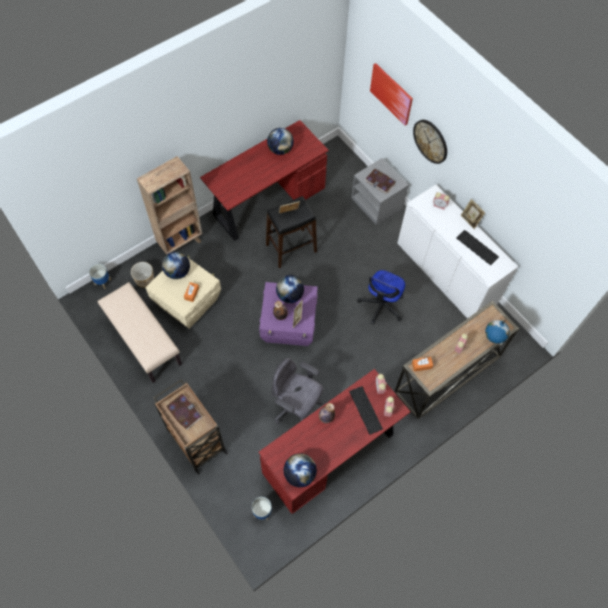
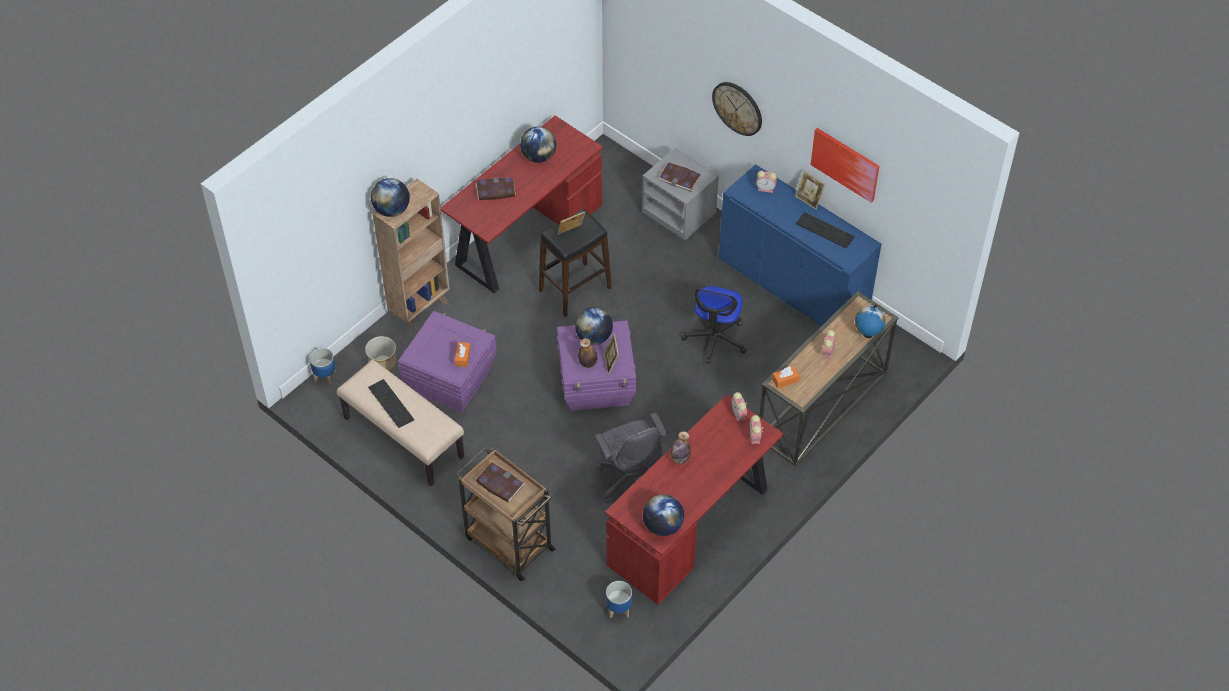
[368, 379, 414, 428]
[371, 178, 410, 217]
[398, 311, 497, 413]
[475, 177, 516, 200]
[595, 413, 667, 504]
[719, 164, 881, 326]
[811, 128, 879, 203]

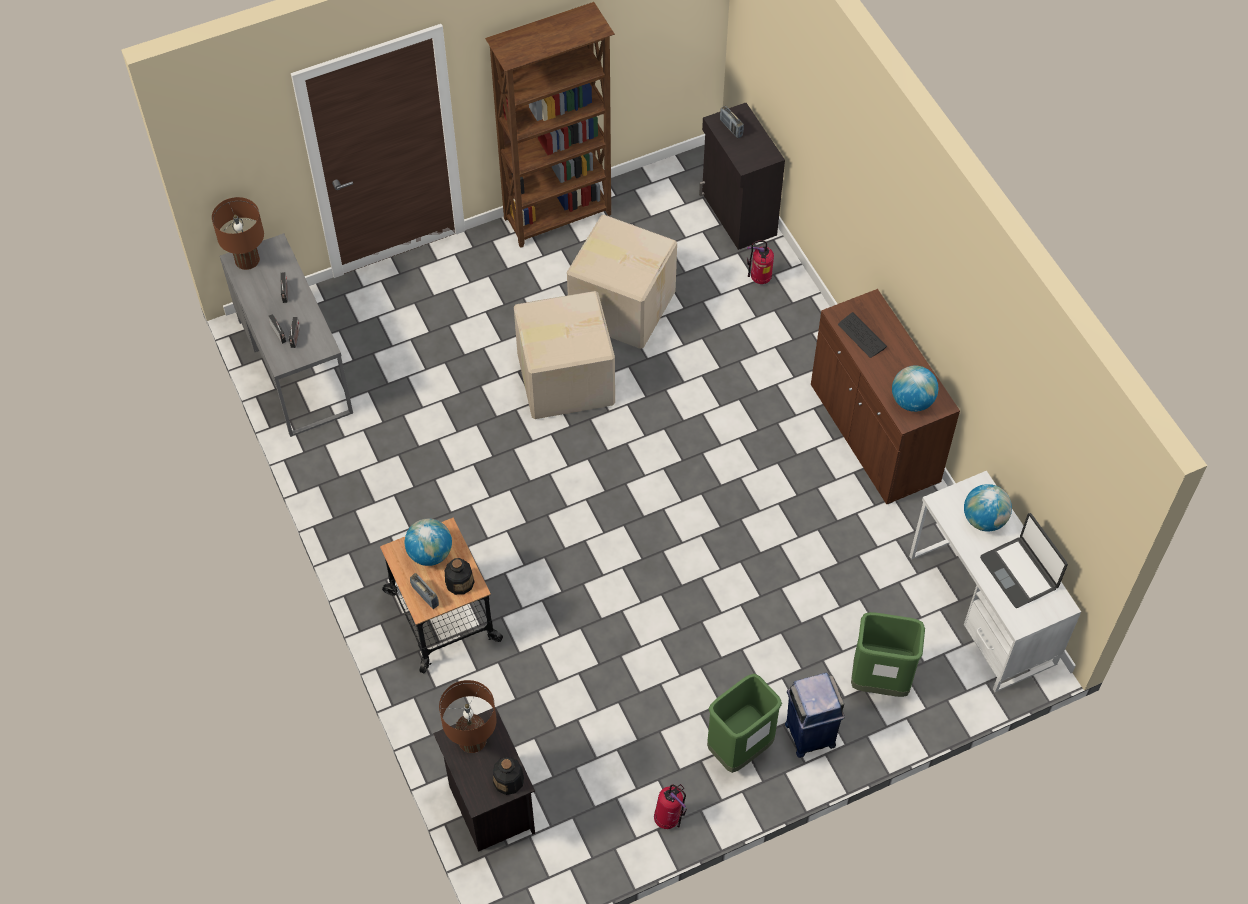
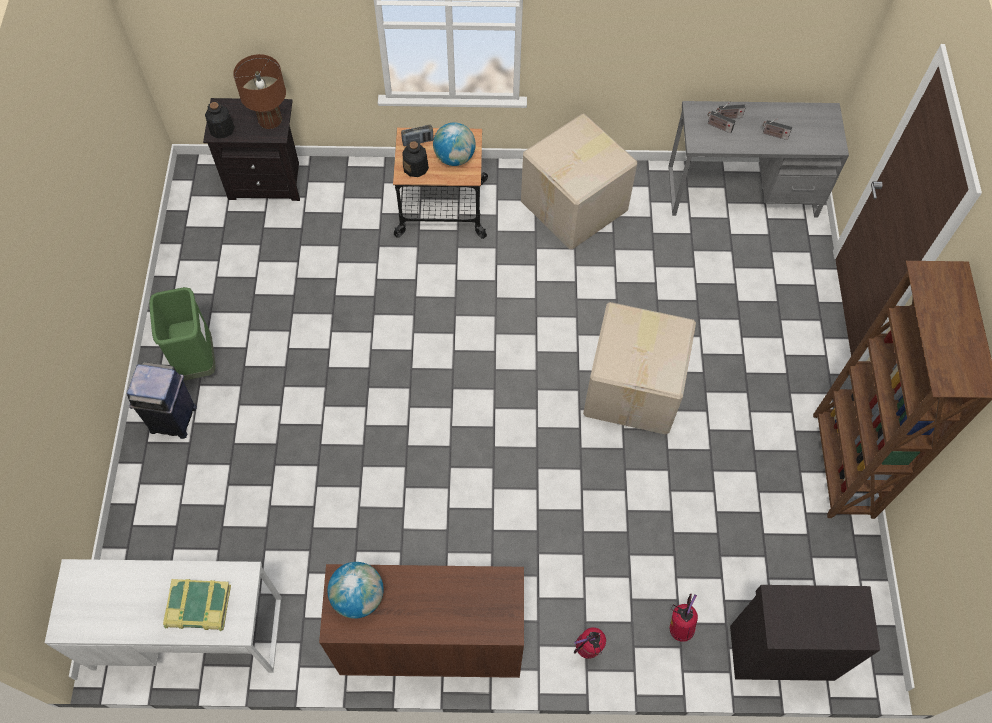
[163, 579, 231, 631]
[521, 114, 637, 249]
[574, 627, 606, 659]
[212, 197, 264, 270] (first image)
[720, 106, 744, 138] (first image)
[838, 312, 887, 358] (first image)
[851, 612, 925, 697] (first image)
[980, 513, 1068, 608] (first image)

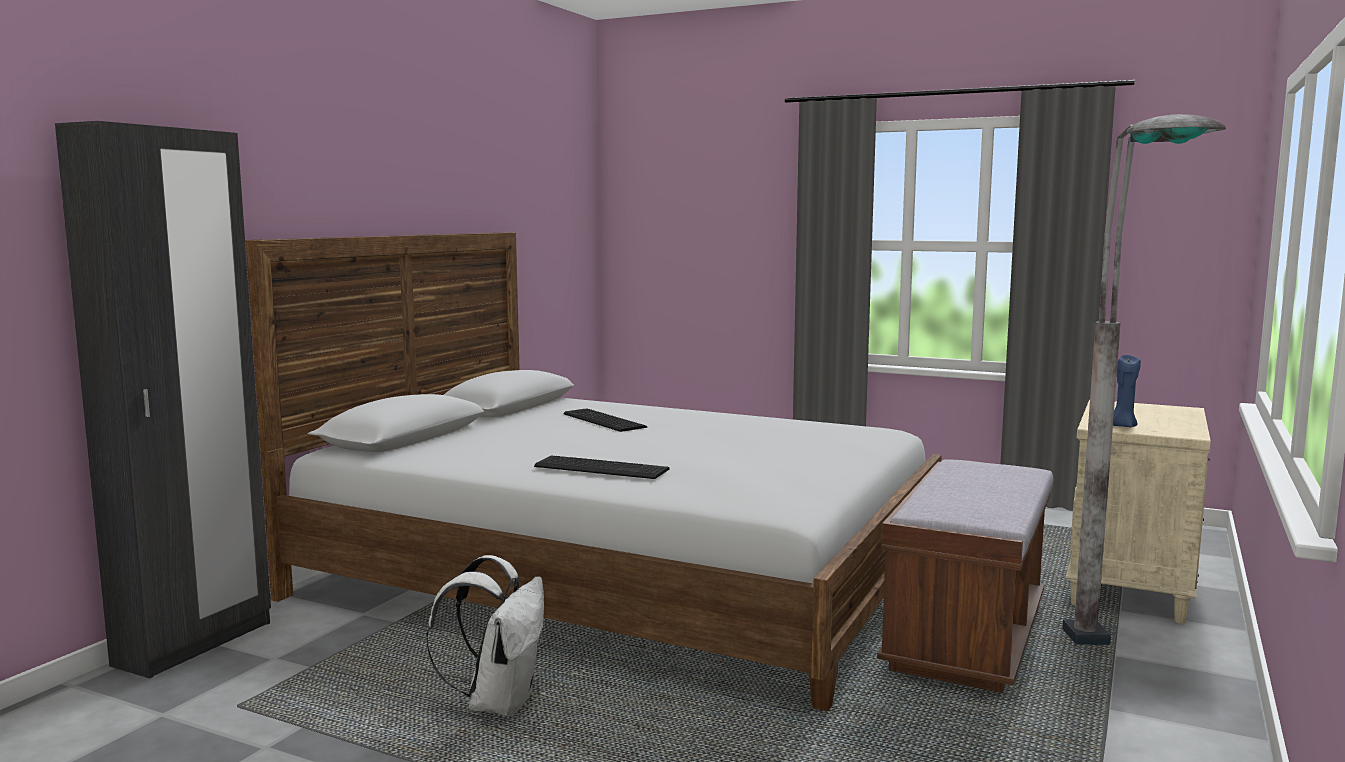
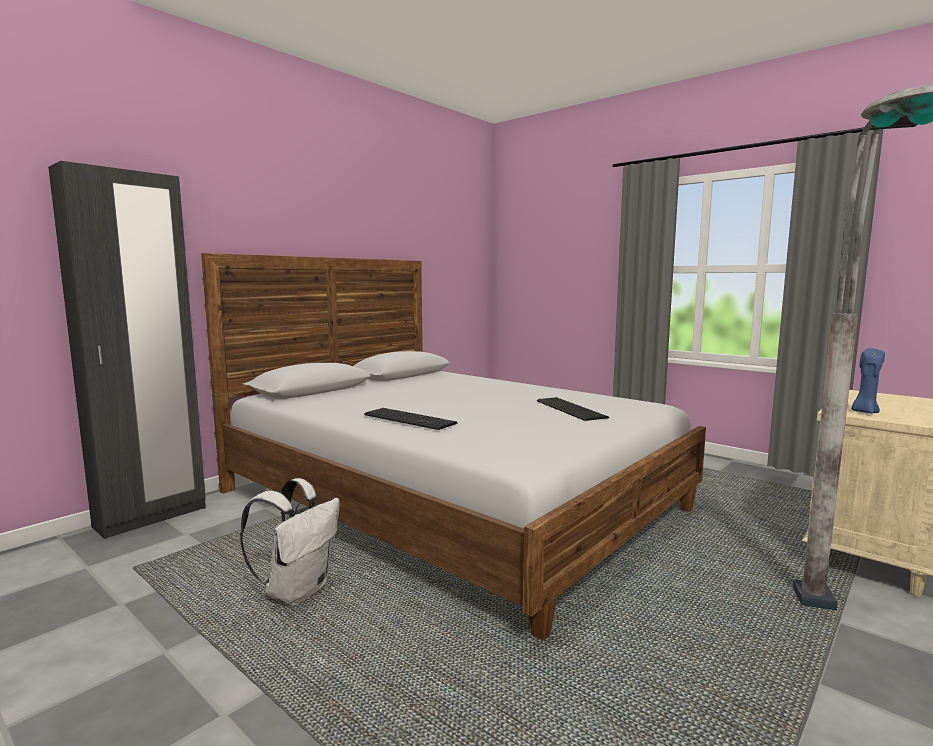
[537, 397, 609, 421]
[877, 459, 1053, 693] (first image)

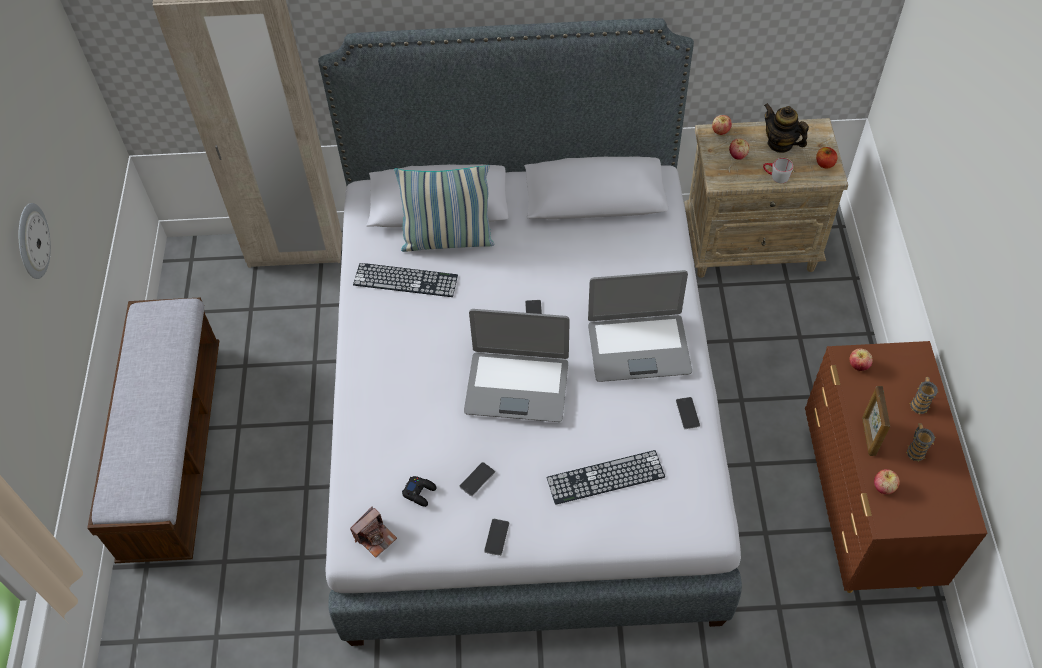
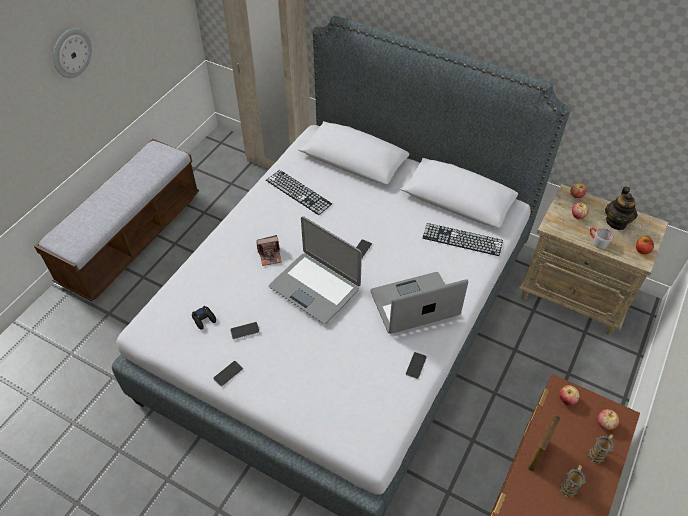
[257, 235, 282, 266]
[370, 272, 468, 334]
[422, 223, 503, 256]
[598, 409, 619, 430]
[605, 187, 638, 230]
[394, 165, 495, 252] (first image)

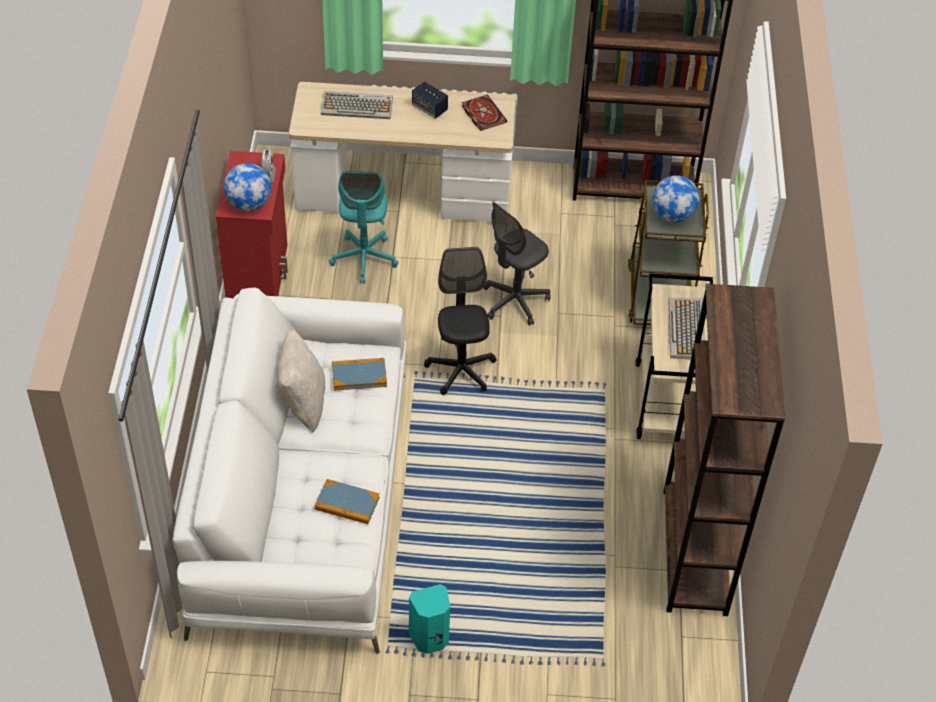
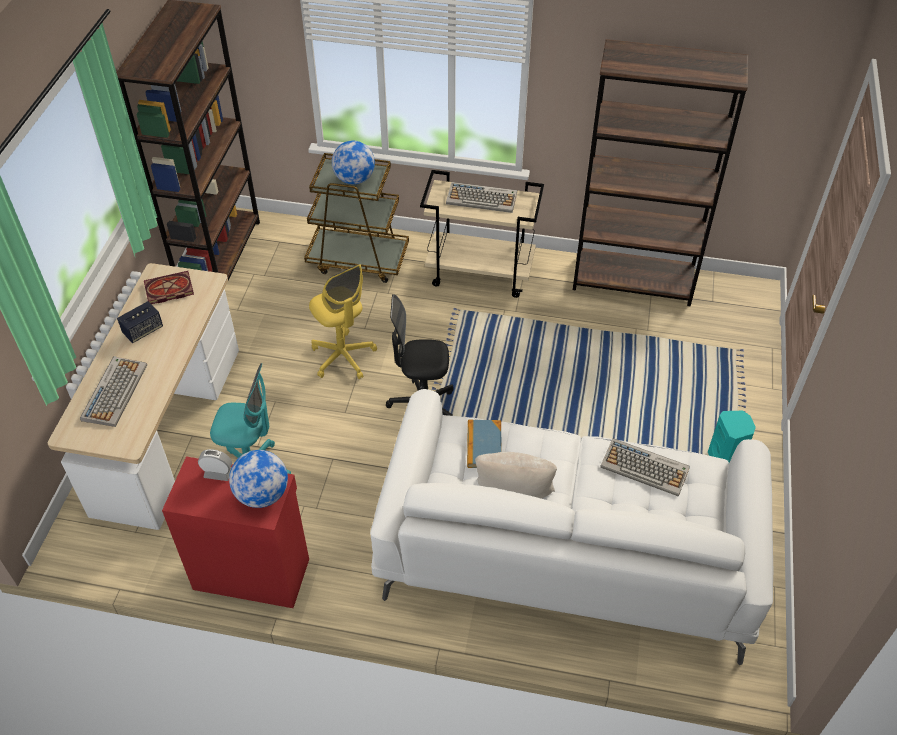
[309, 264, 377, 379]
[600, 438, 690, 497]

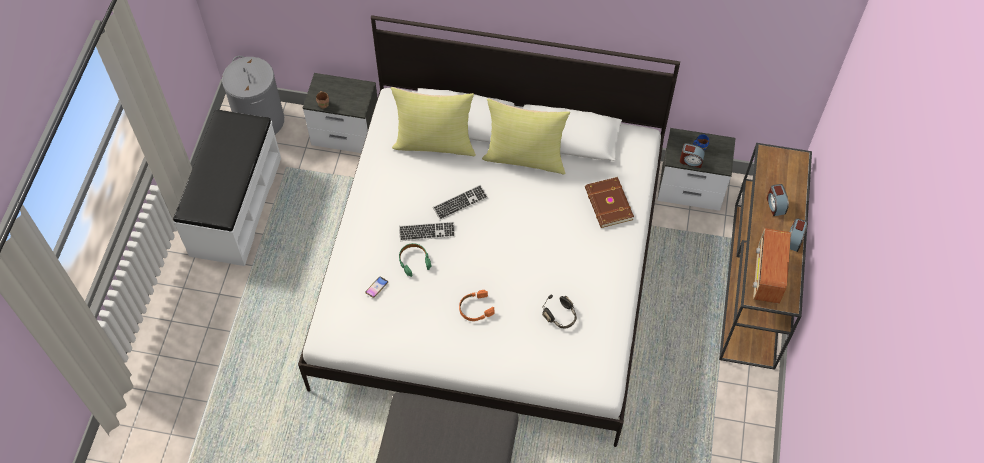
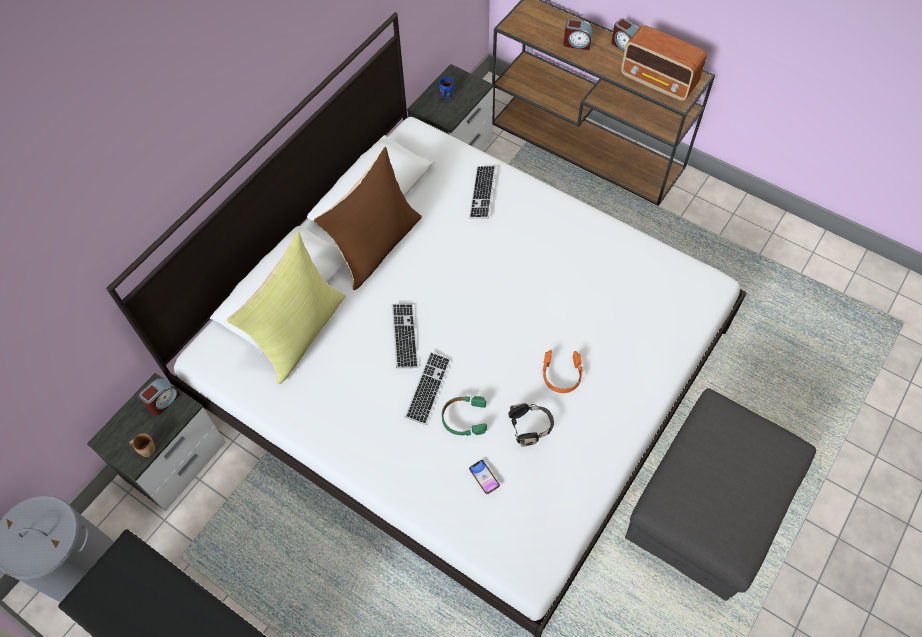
[138, 377, 181, 415]
[314, 147, 422, 290]
[469, 166, 496, 219]
[508, 403, 554, 447]

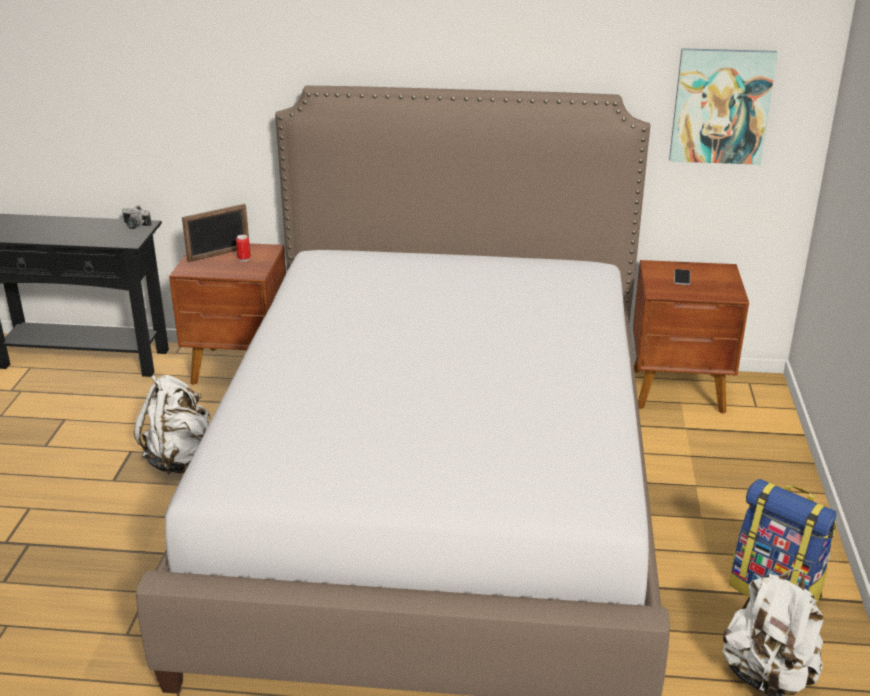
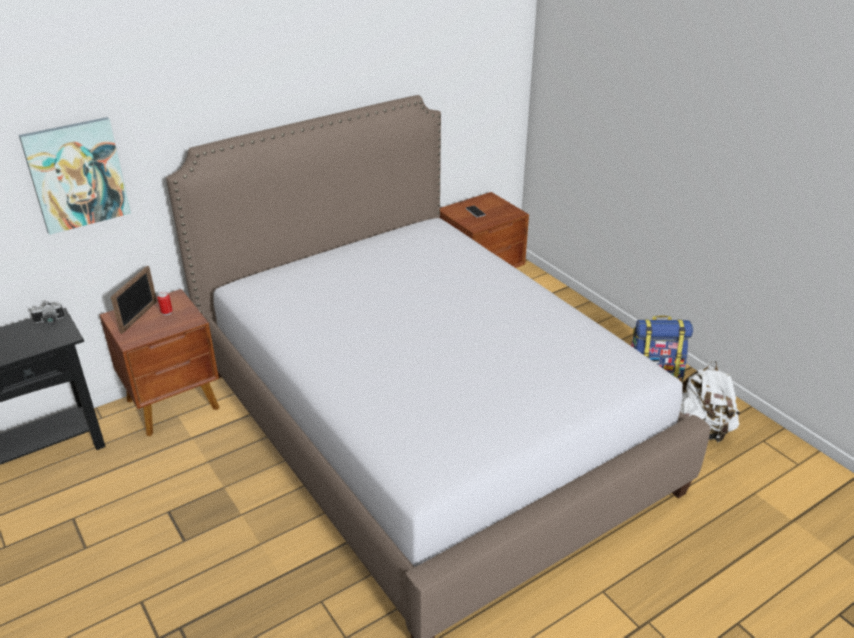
[19, 117, 131, 235]
[134, 375, 210, 474] (first image)

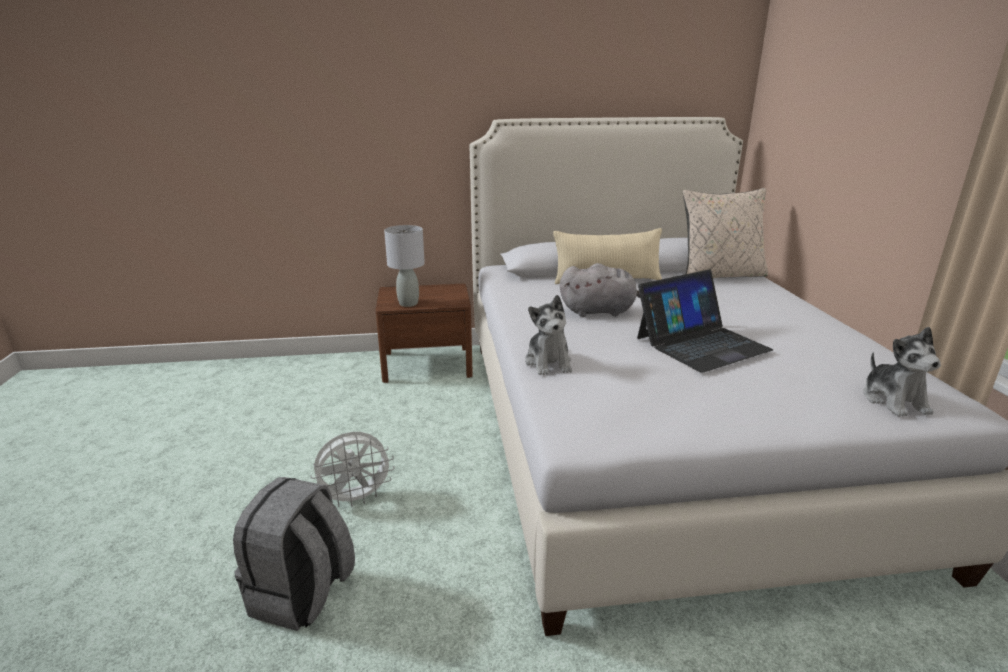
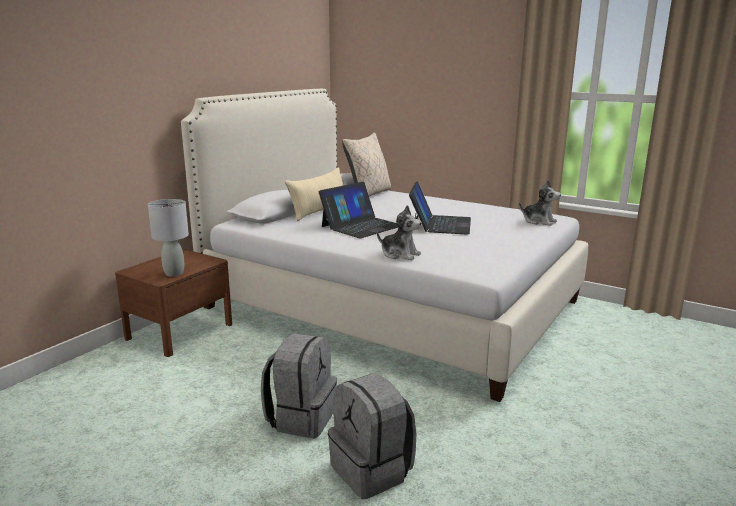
[261, 333, 337, 438]
[319, 181, 398, 238]

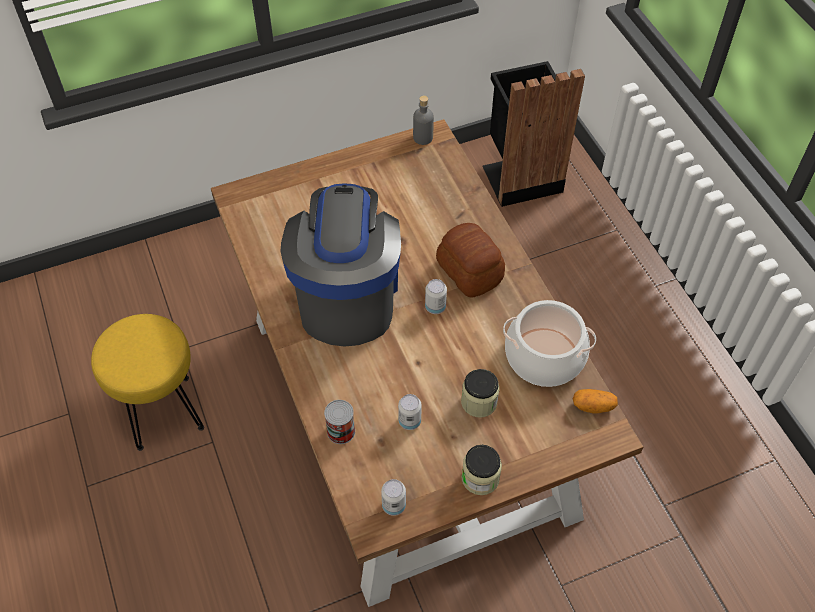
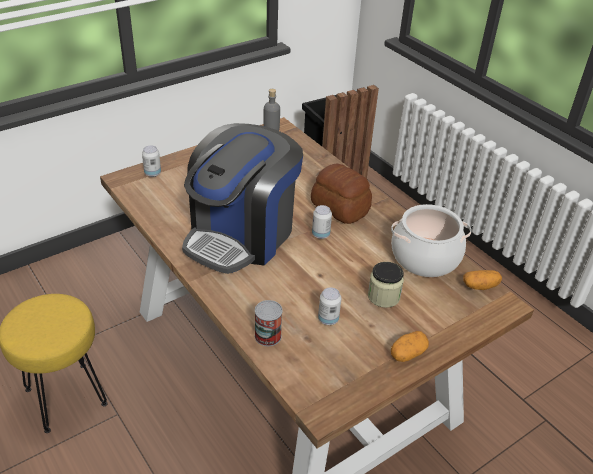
[142, 146, 161, 177]
[182, 123, 303, 274]
[391, 331, 429, 362]

